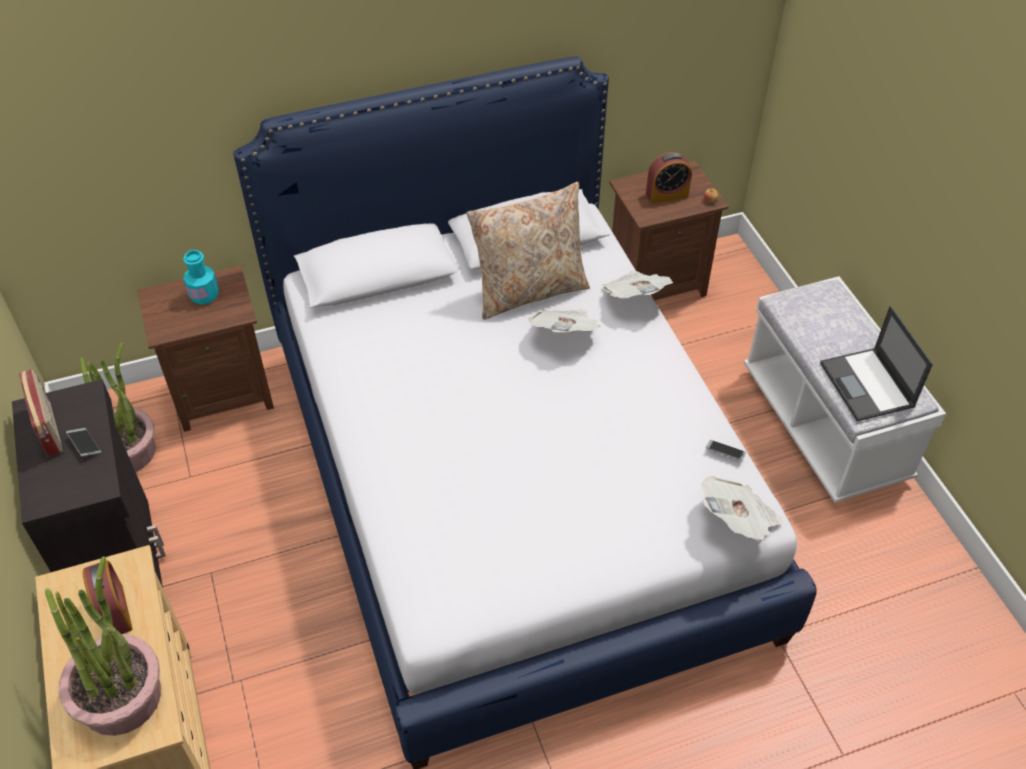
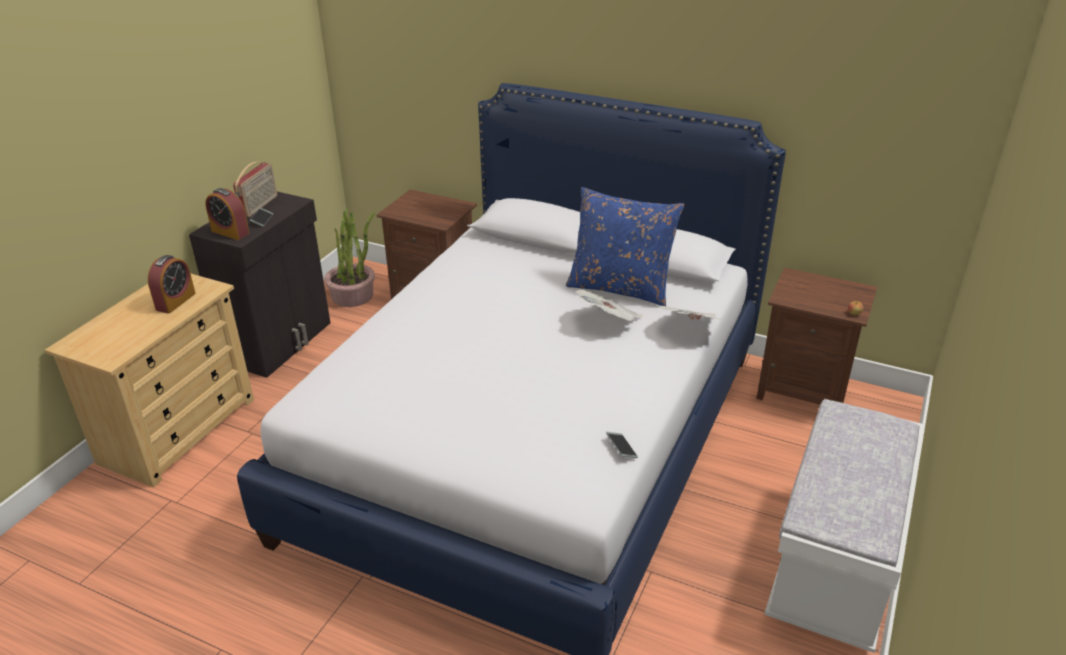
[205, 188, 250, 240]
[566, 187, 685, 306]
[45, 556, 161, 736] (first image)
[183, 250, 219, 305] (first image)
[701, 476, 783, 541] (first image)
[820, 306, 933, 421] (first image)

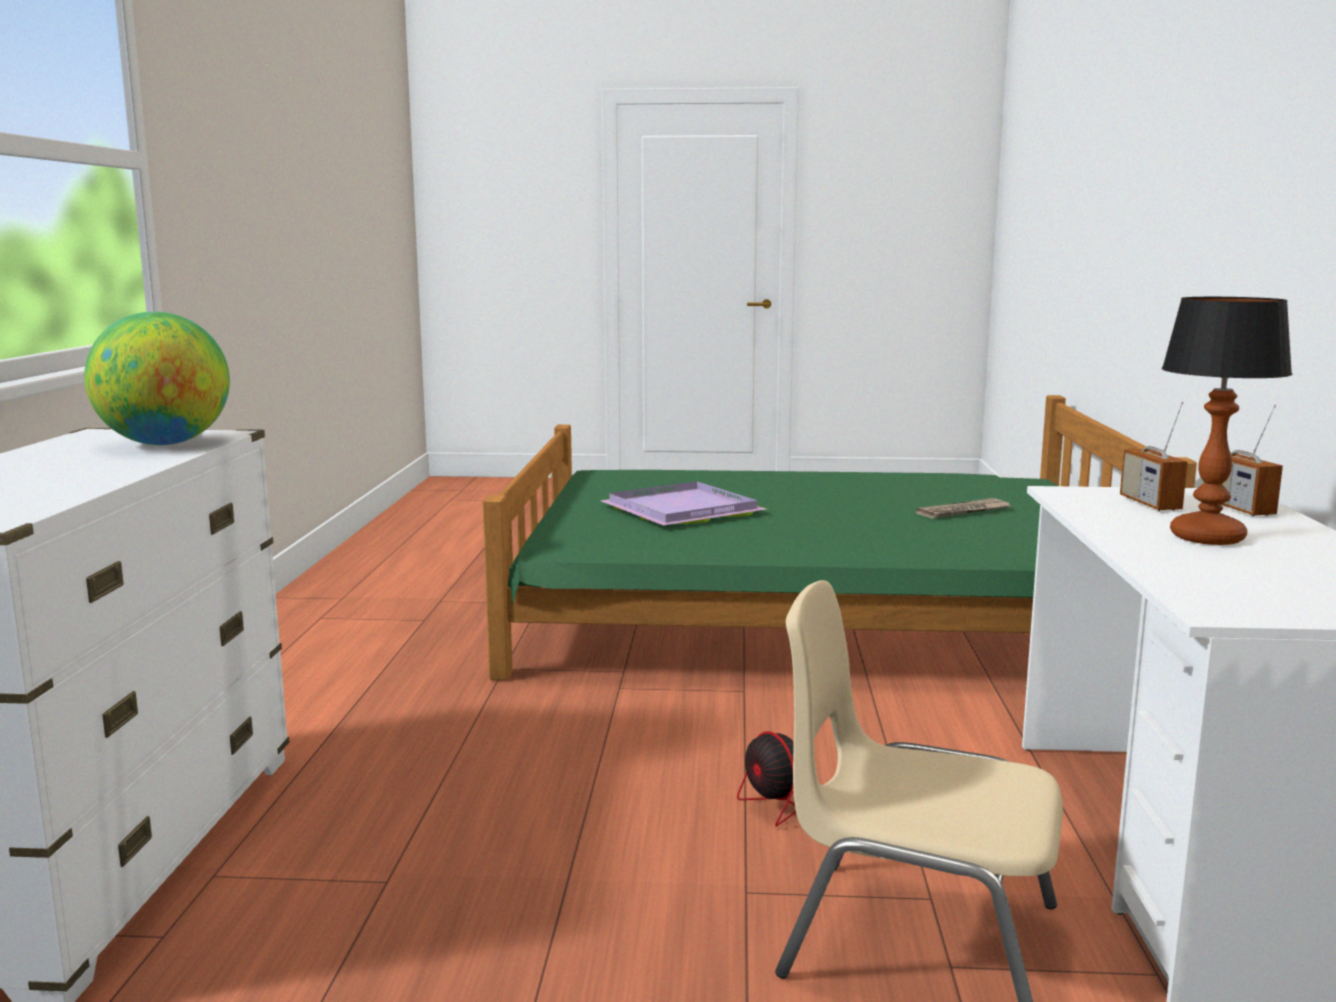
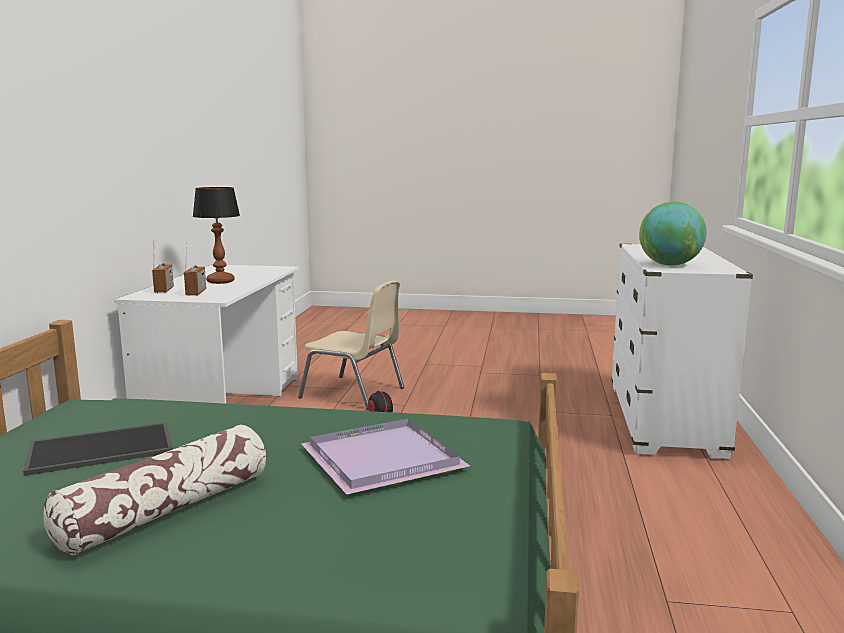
[23, 422, 173, 476]
[43, 425, 266, 555]

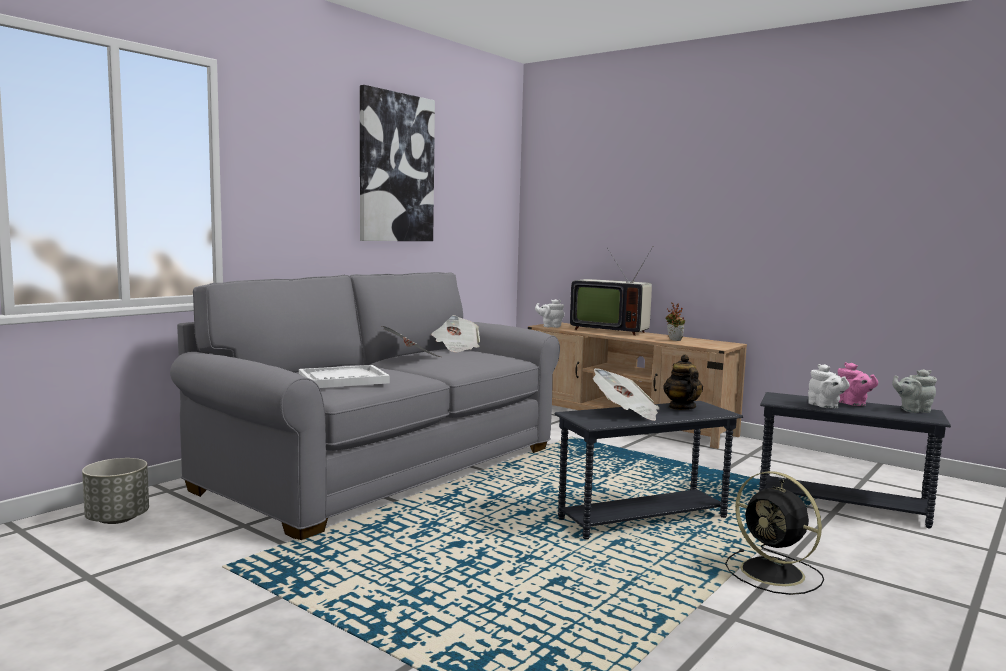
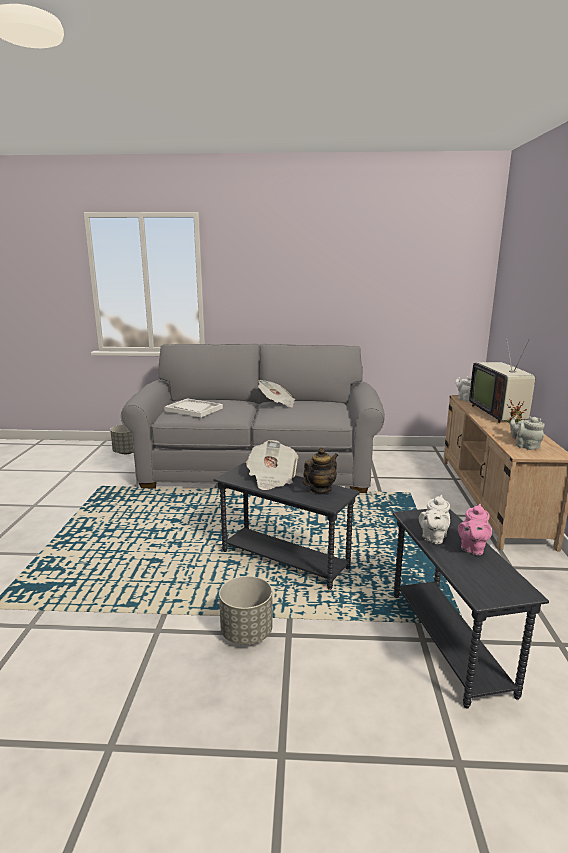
[219, 576, 273, 645]
[510, 417, 545, 450]
[360, 85, 435, 241] (first image)
[431, 315, 480, 352] (first image)

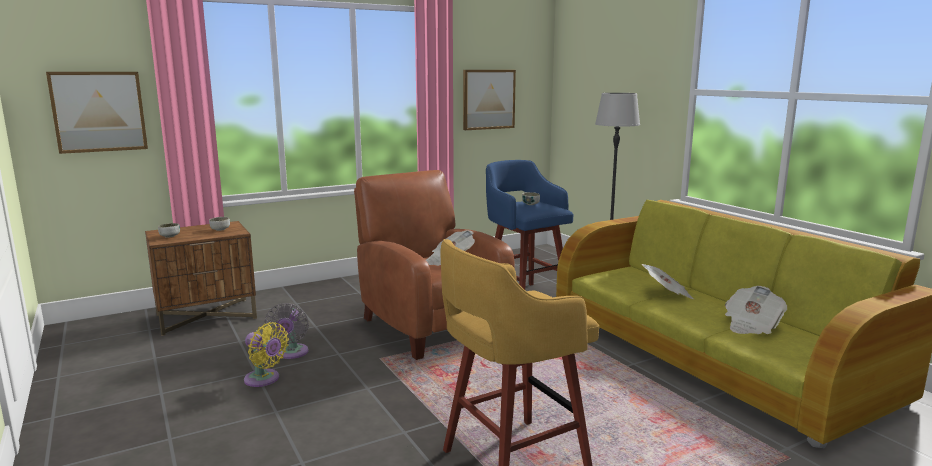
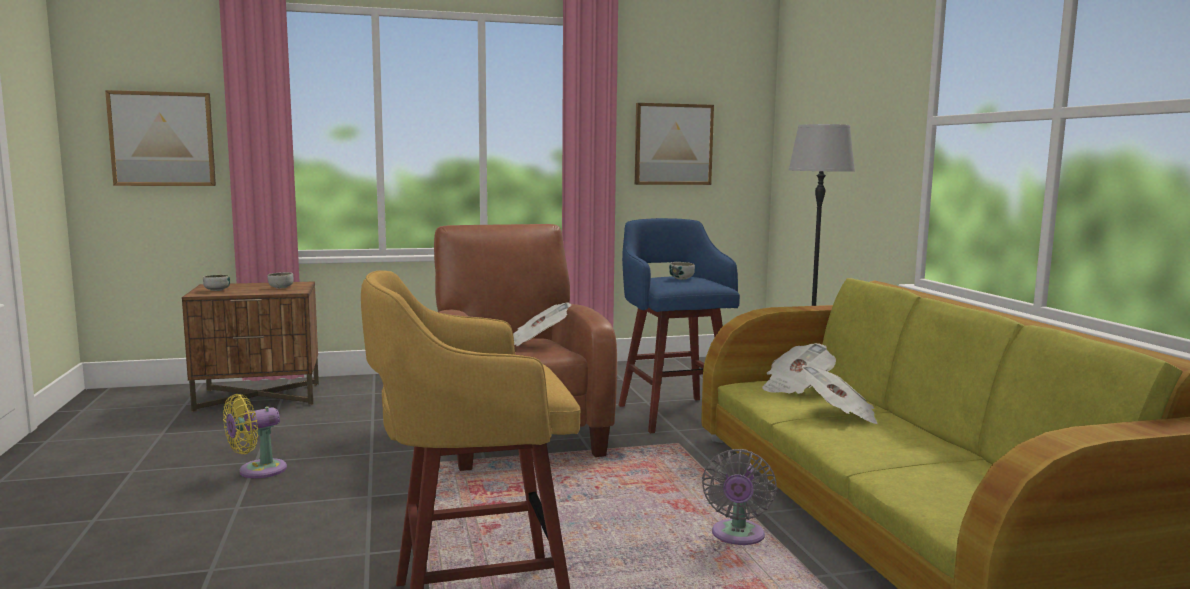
[223, 394, 287, 478]
[702, 449, 777, 545]
[762, 343, 836, 394]

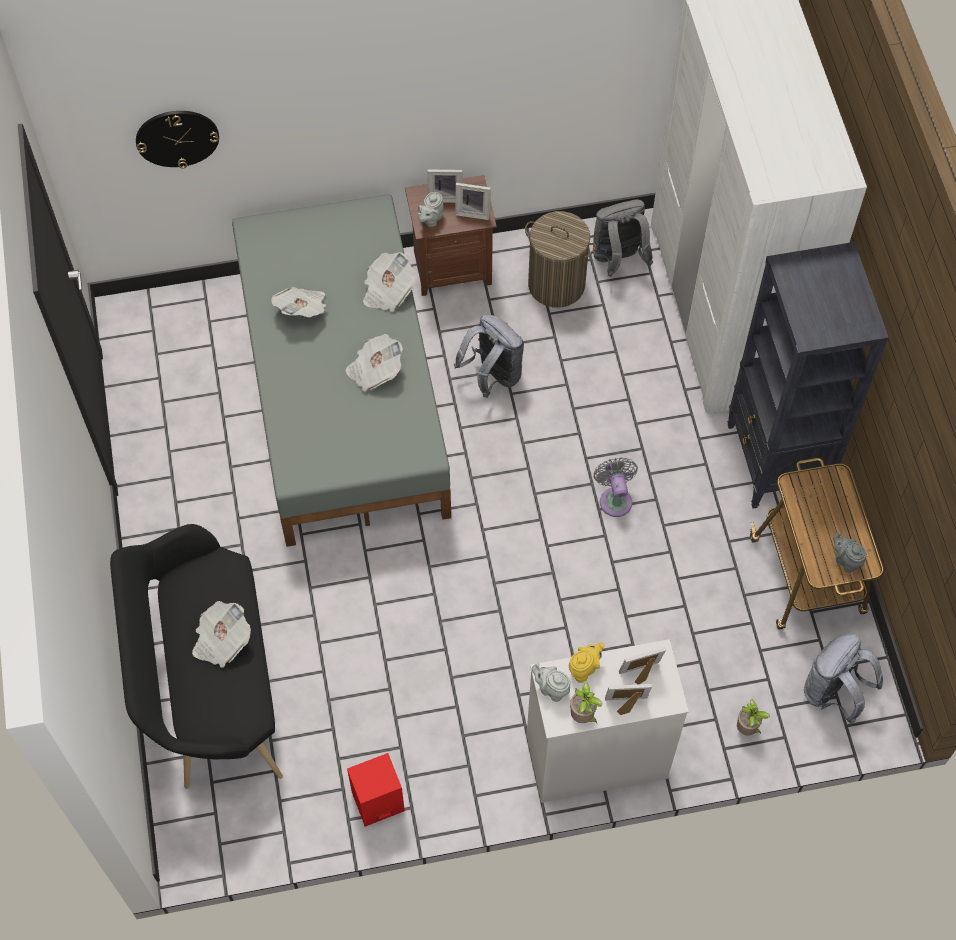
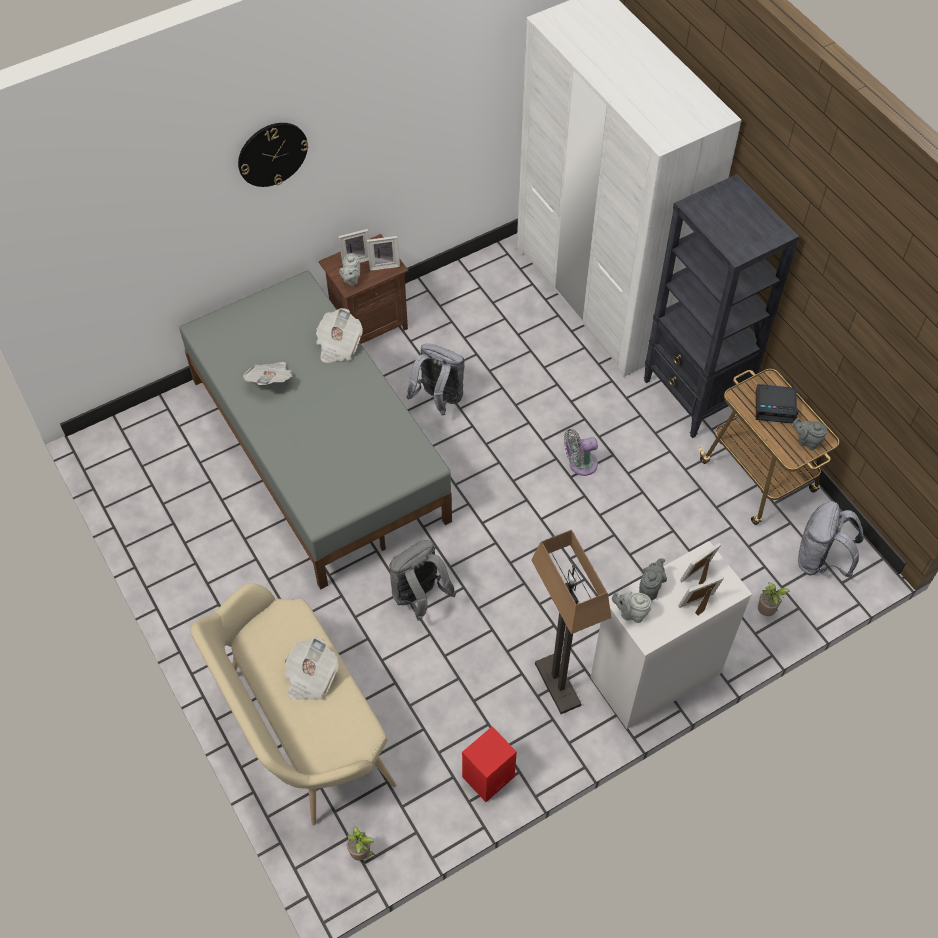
[190, 583, 396, 826]
[238, 123, 308, 187]
[347, 826, 375, 861]
[390, 540, 456, 621]
[531, 530, 612, 714]
[564, 429, 598, 476]
[639, 558, 667, 600]
[756, 384, 798, 423]
[346, 334, 403, 392] (first image)
[525, 211, 596, 308] (first image)

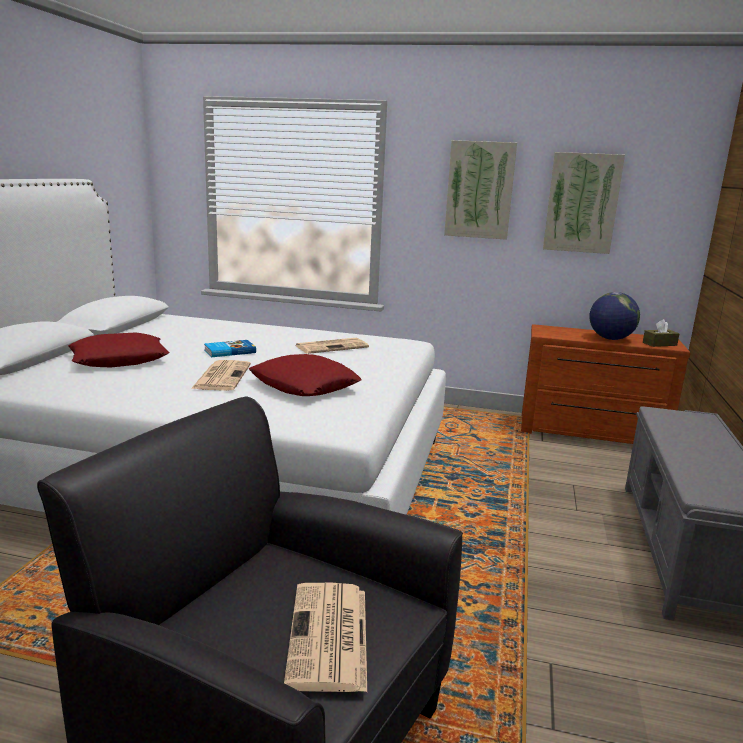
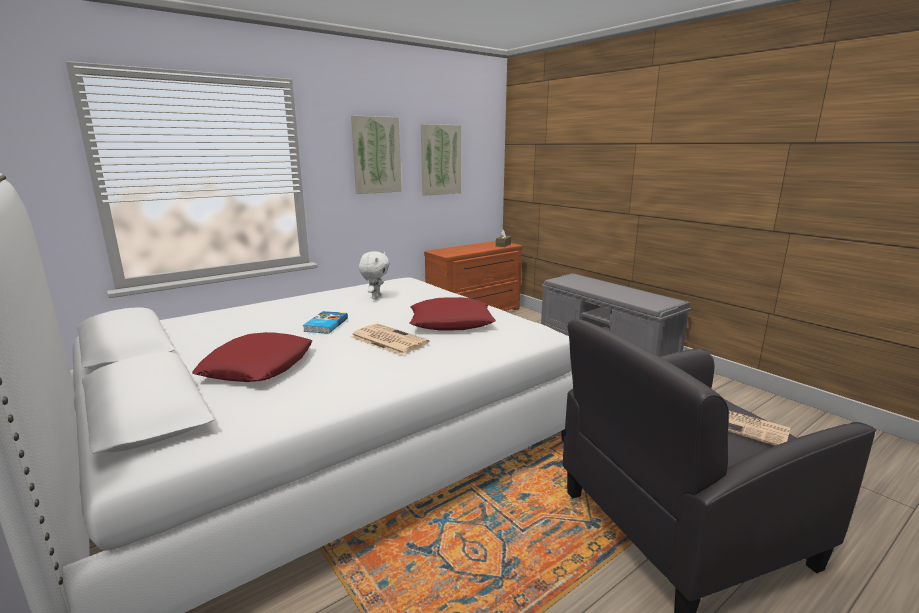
[359, 251, 389, 299]
[589, 292, 640, 340] (first image)

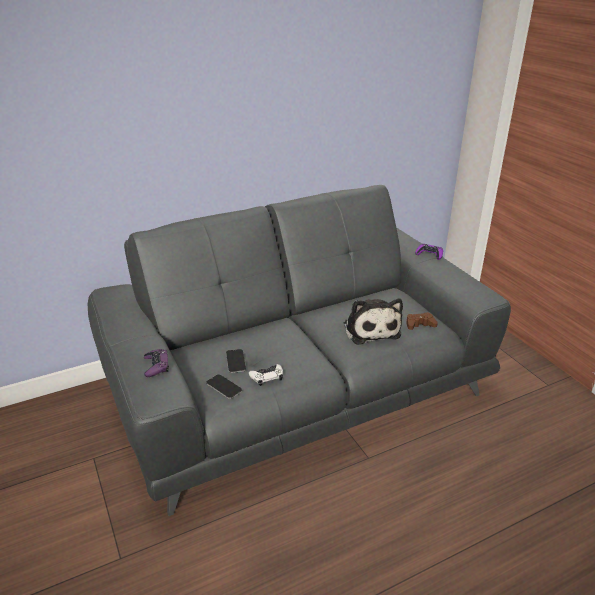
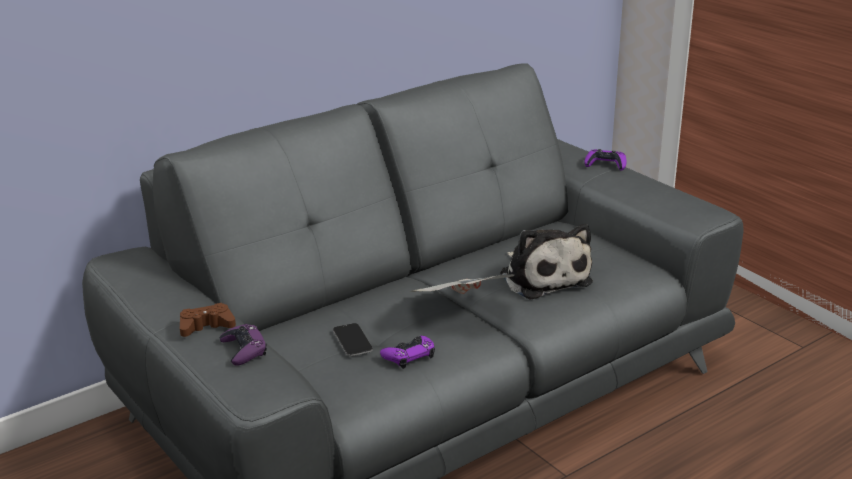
[180, 303, 236, 337]
[380, 336, 435, 369]
[410, 274, 515, 294]
[206, 374, 242, 399] (first image)

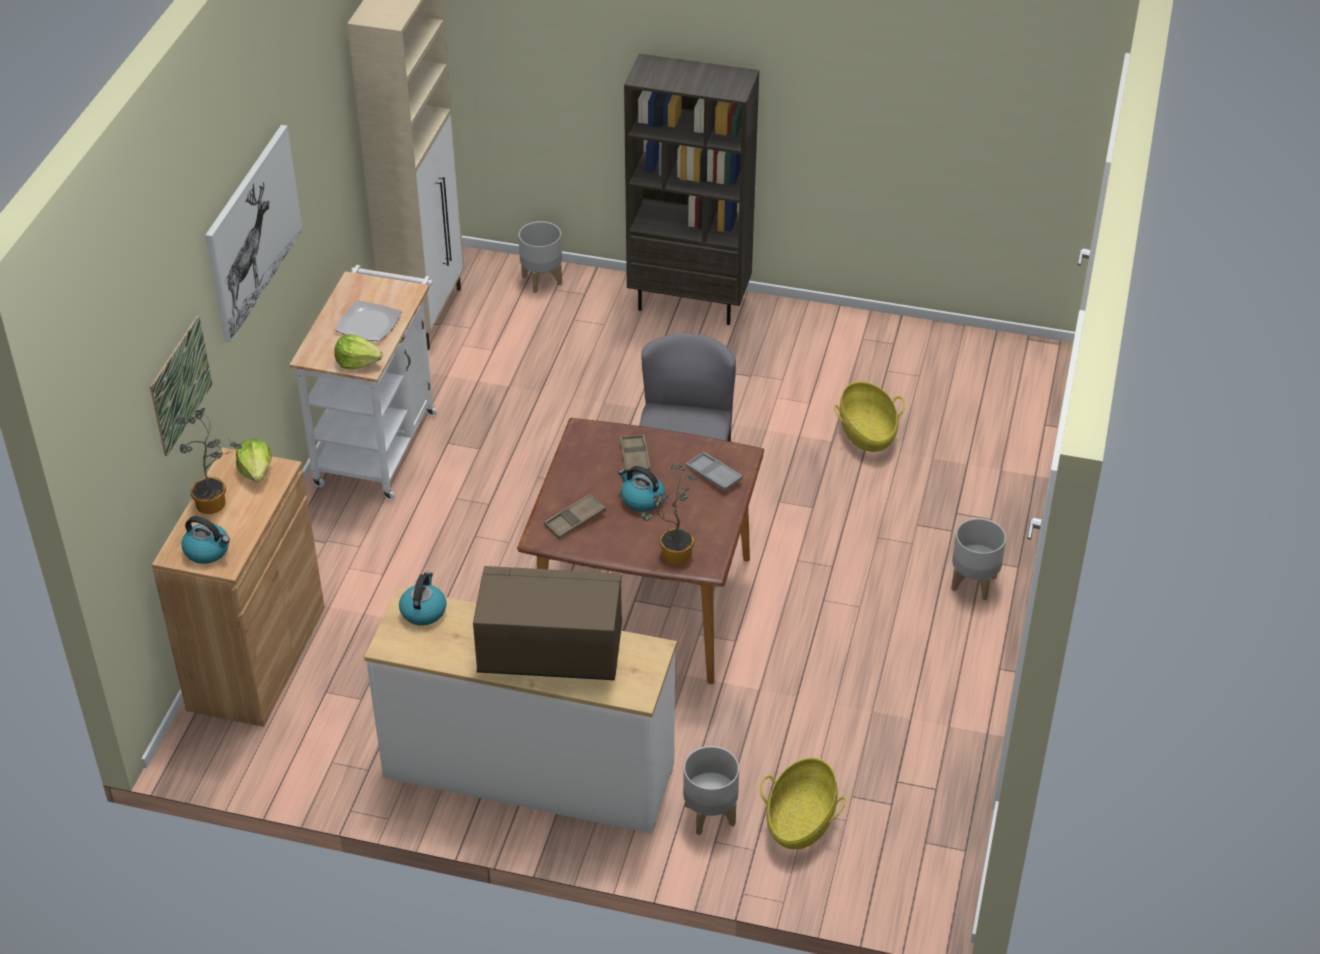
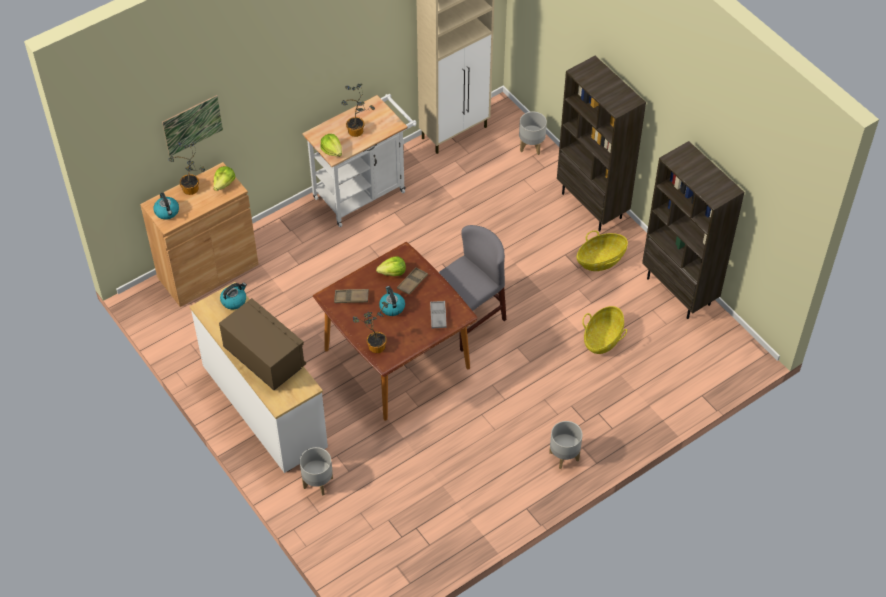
[341, 84, 375, 137]
[376, 256, 406, 276]
[577, 230, 628, 271]
[642, 141, 744, 319]
[205, 125, 302, 343] (first image)

